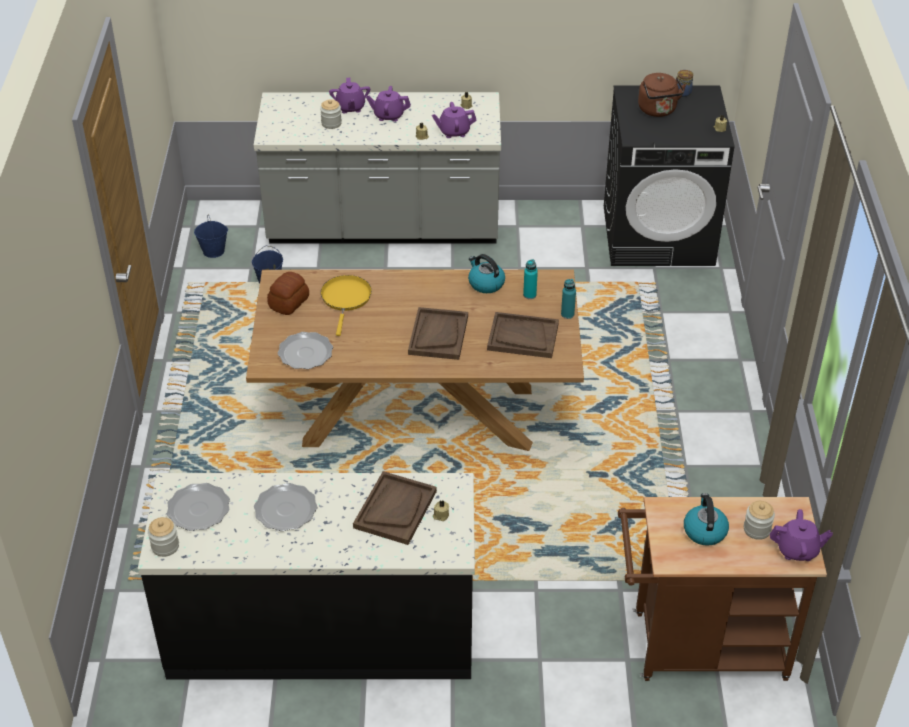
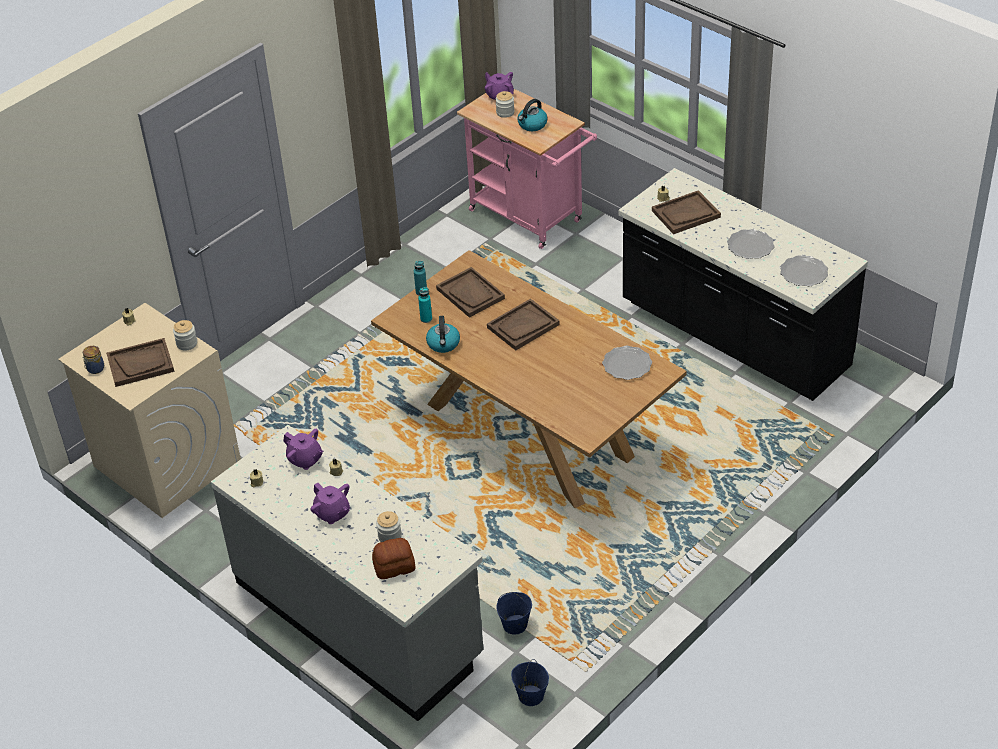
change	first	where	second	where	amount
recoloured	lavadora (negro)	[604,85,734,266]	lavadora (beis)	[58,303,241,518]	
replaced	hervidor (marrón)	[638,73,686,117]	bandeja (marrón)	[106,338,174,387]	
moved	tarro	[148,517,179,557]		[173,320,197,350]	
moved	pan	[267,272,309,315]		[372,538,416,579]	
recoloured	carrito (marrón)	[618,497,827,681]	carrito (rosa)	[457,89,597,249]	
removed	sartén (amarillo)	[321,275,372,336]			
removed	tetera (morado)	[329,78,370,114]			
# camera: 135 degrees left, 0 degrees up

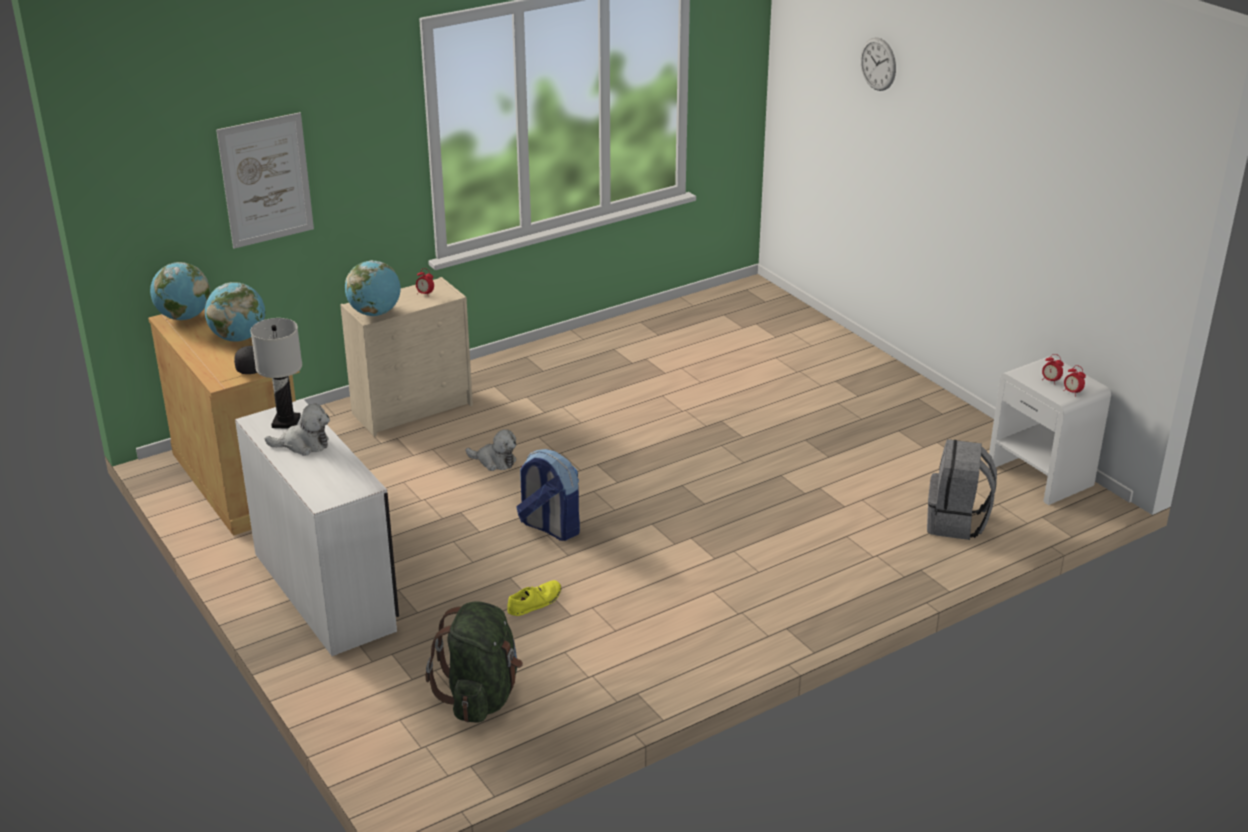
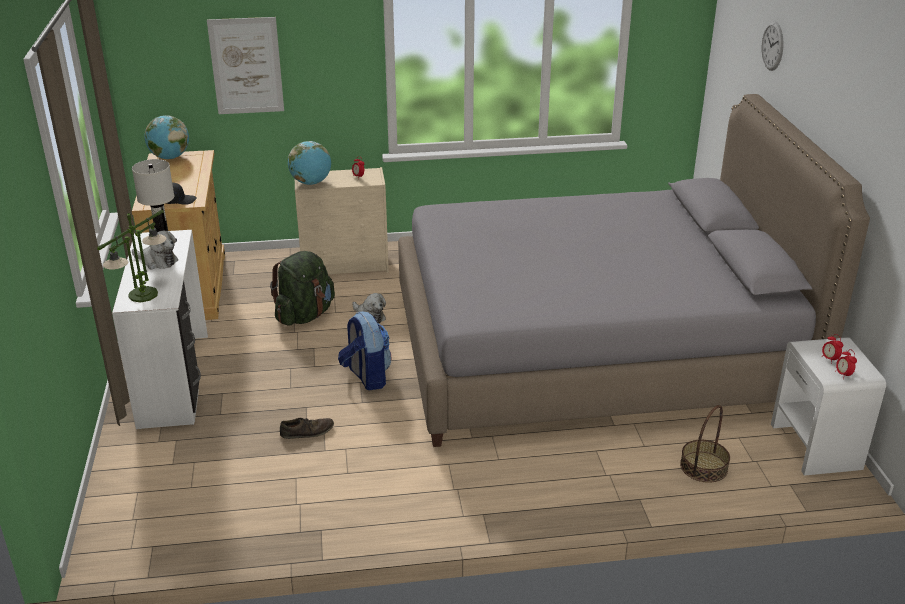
change	first	where	second	where	amount
added			lámpara de mesa	[97,210,166,303]	
moved	mochila (verde)	[425,602,523,723]		[270,251,335,326]	
recoloured	zapato (amarillo)	[507,580,561,616]	zapato (marrón)	[280,418,334,439]	
added			cama (gris)	[398,94,870,447]	
replaced	mochila (gris)	[927,439,997,540]	cesta	[680,405,730,483]	
removed	globo terráqueo	[205,282,266,342]			
# camera: 25 degrees right, 0 degrees up

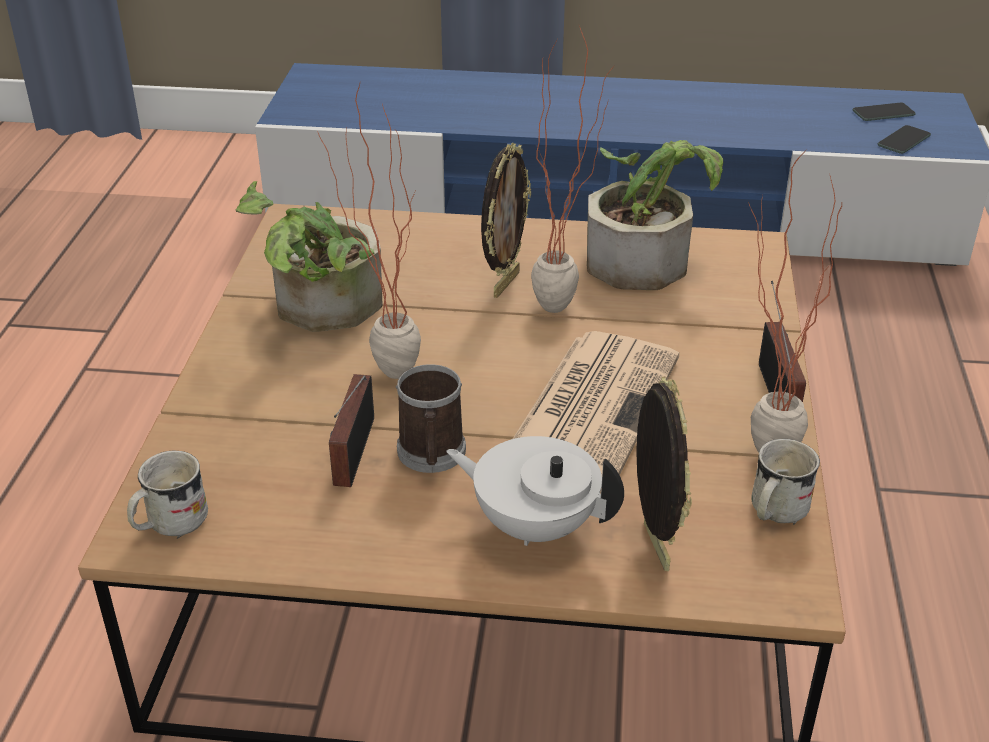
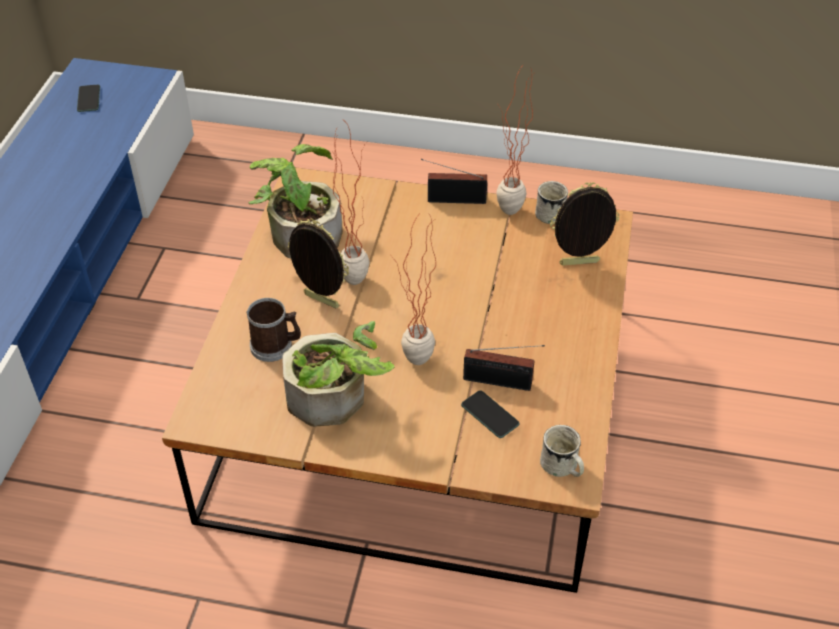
change	first	where	second	where	amount
moved	taza grande	[396,364,466,473]		[246,298,301,362]	
moved	móvil	[878,125,931,154]		[461,390,520,438]	
removed	tetera (blanco)	[446,436,624,546]			
removed	periódico	[513,331,679,475]			
# camera: 85 degrees left, 10 degrees up

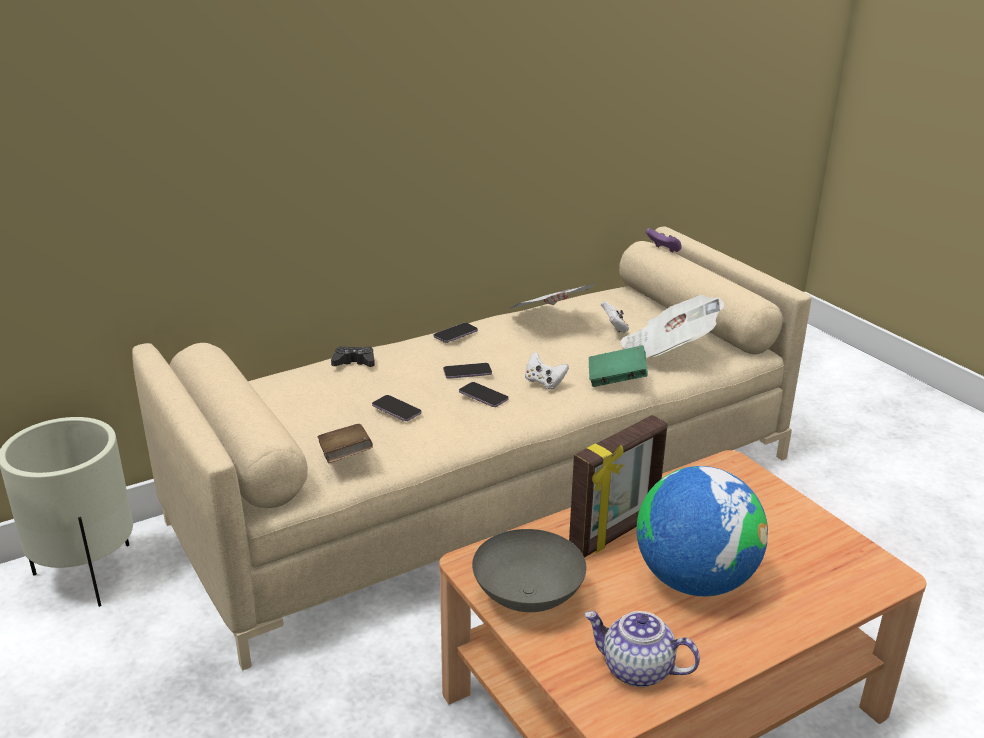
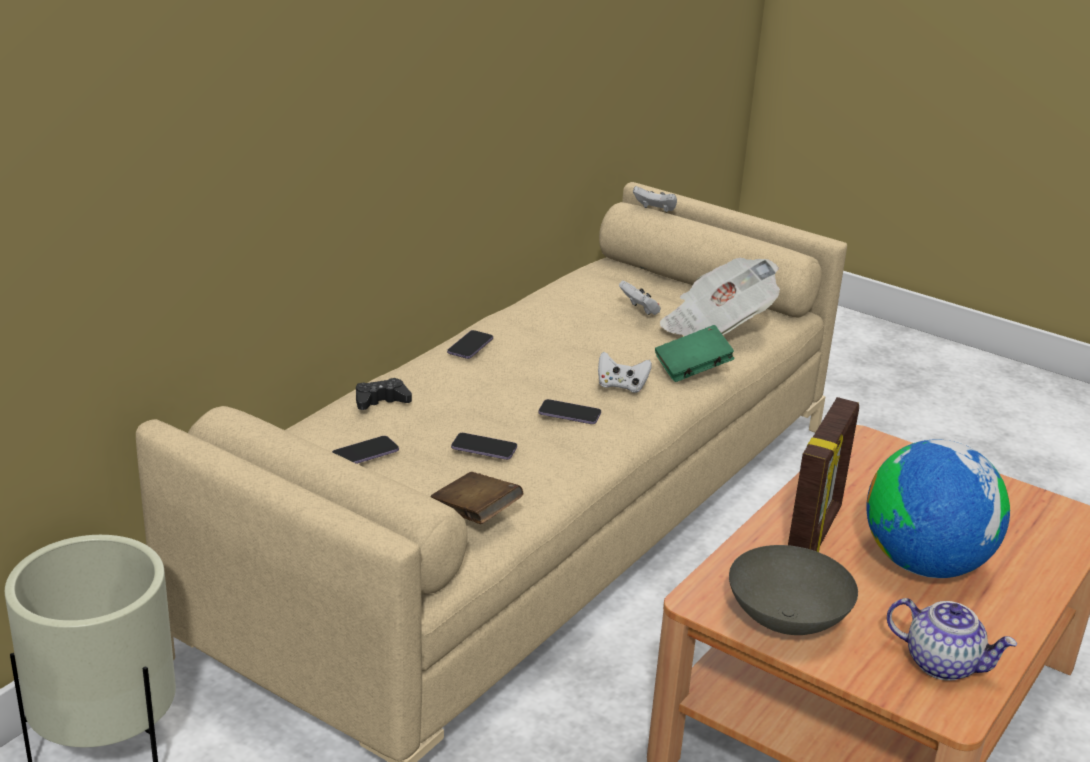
change	first	where	second	where	amount
moved	móvil	[443,363,492,379]		[332,436,399,464]	
recoloured	mando de consola (morado)	[646,228,682,253]	mando de consola (blanco)	[633,186,677,212]	
turned	tetera	[584,611,700,687]		[887,598,1017,681]	150 degrees counterclockwise
removed	periódico	[508,284,596,309]			
# camera: 25 degrees left, 0 degrees up

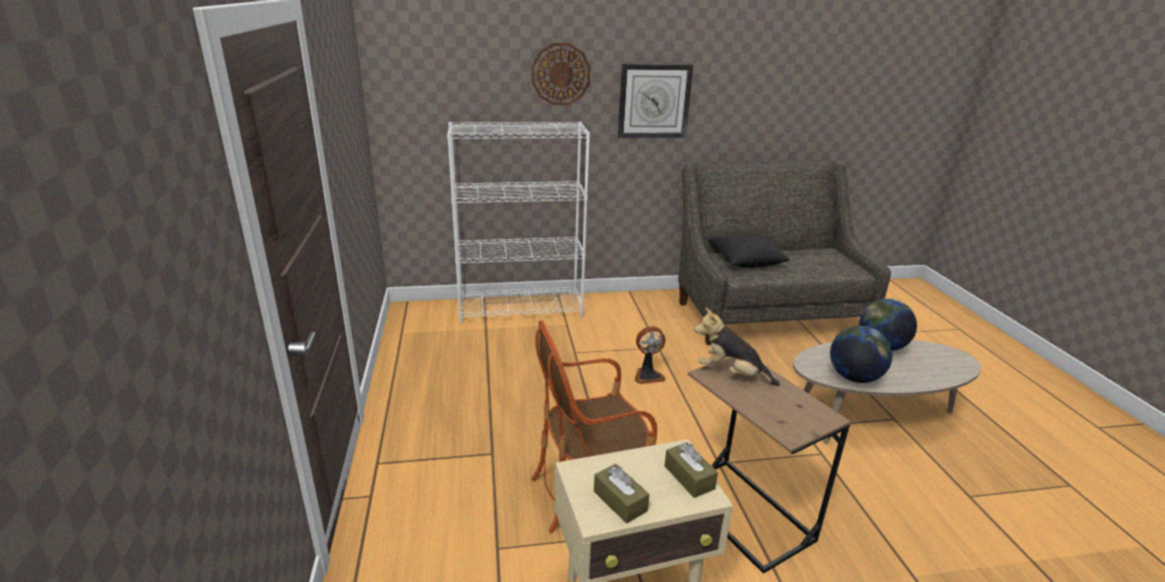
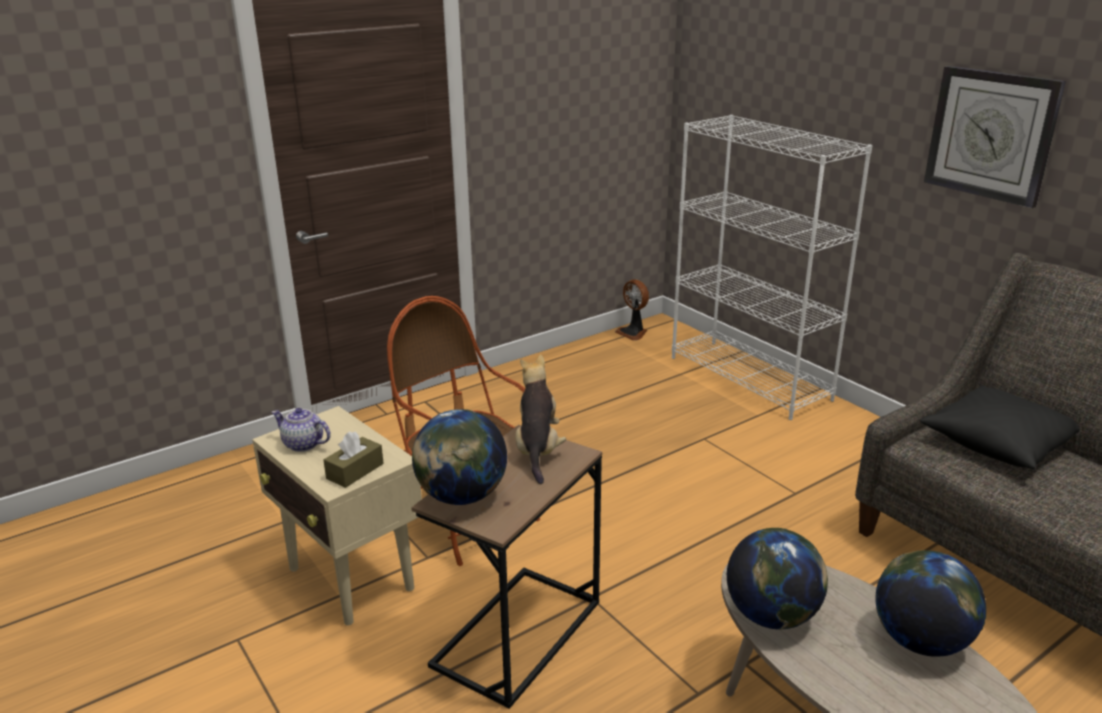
change	first	where	second	where	amount
replaced	caja de pañuelos (marrón)	[594,464,650,524]	tetera	[272,408,331,452]	
added			globo terráqueo	[412,409,507,505]	
moved	ventilador	[635,326,666,384]		[615,279,649,341]	
removed	reloj de pared	[532,43,591,105]			
# camera: 65 degrees right, 0 degrees up

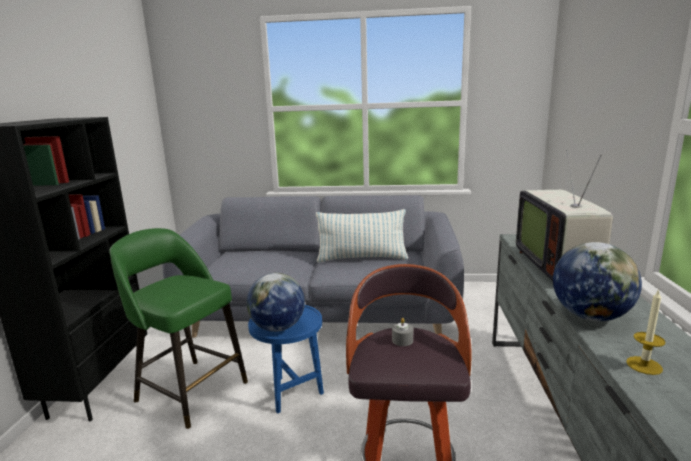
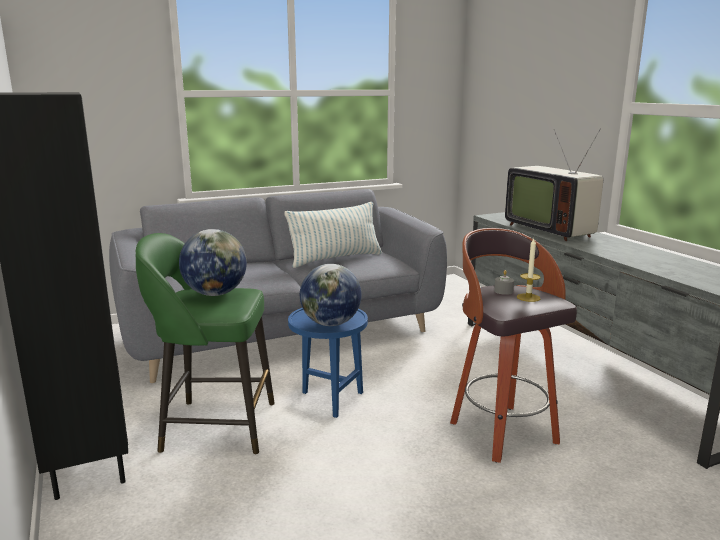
change	first	where	second	where	amount
moved	globo terráqueo	[553,242,642,321]		[179,229,247,296]	
moved	vela	[626,289,666,375]		[517,239,541,302]	
# camera: 30 degrees left, 0 degrees up

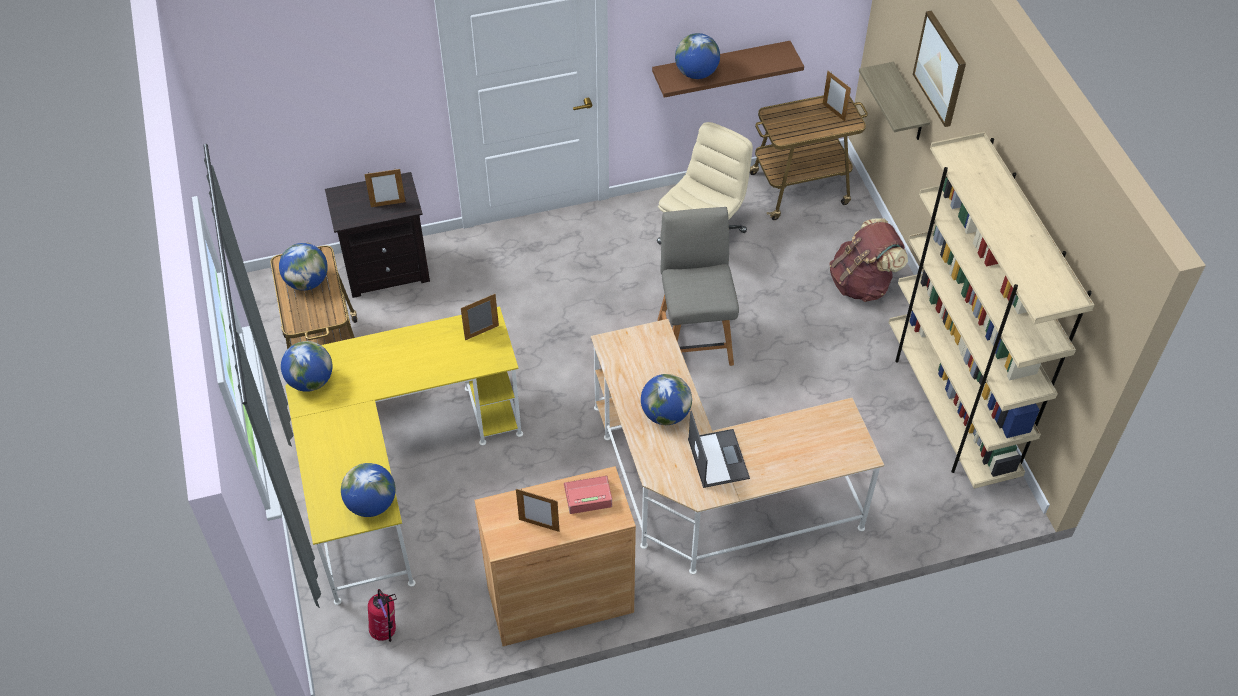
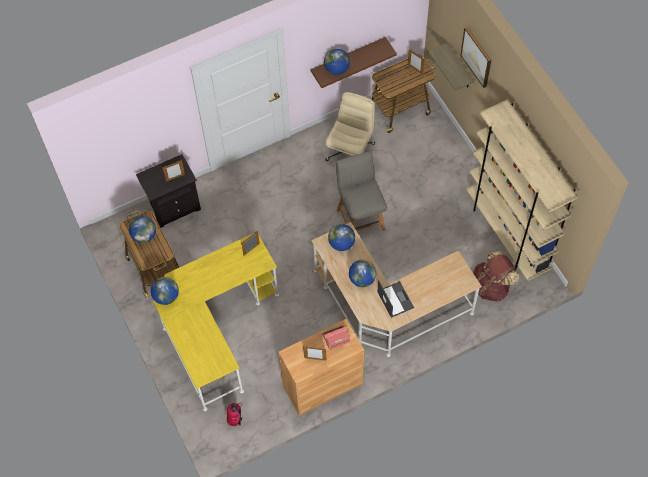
change	first	where	second	where	amount
moved	globo terráqueo	[341,463,396,517]		[328,224,355,251]	
moved	mochila (marrón)	[829,218,908,302]		[473,251,519,302]	
# camera: 10 degrees left, 10 degrees up

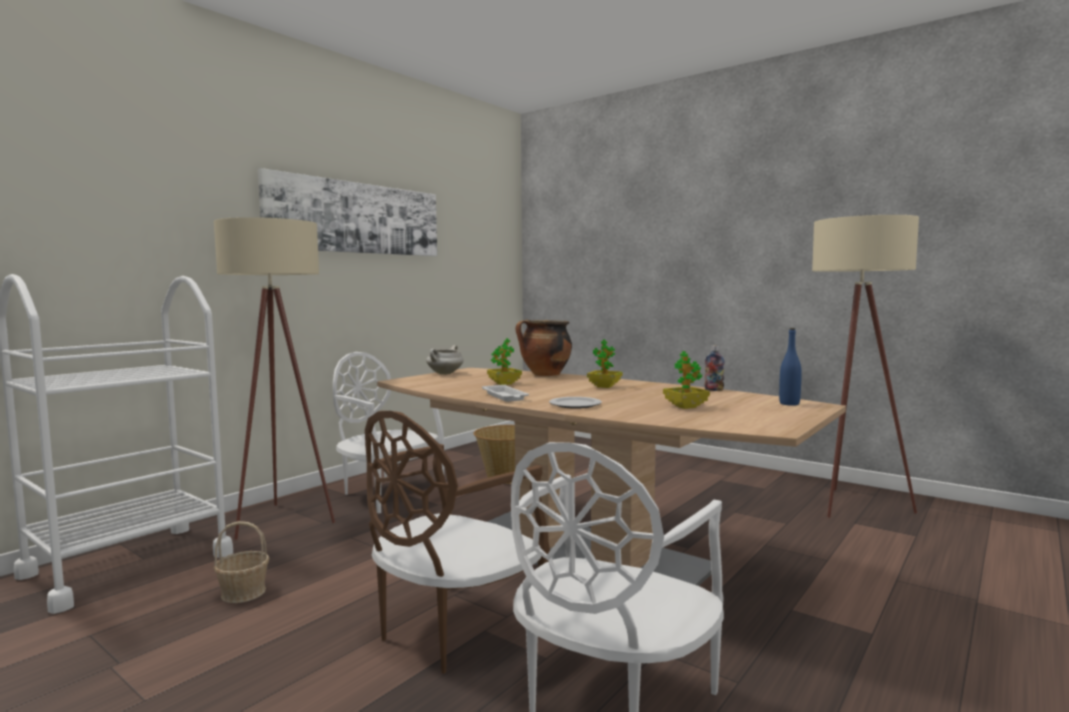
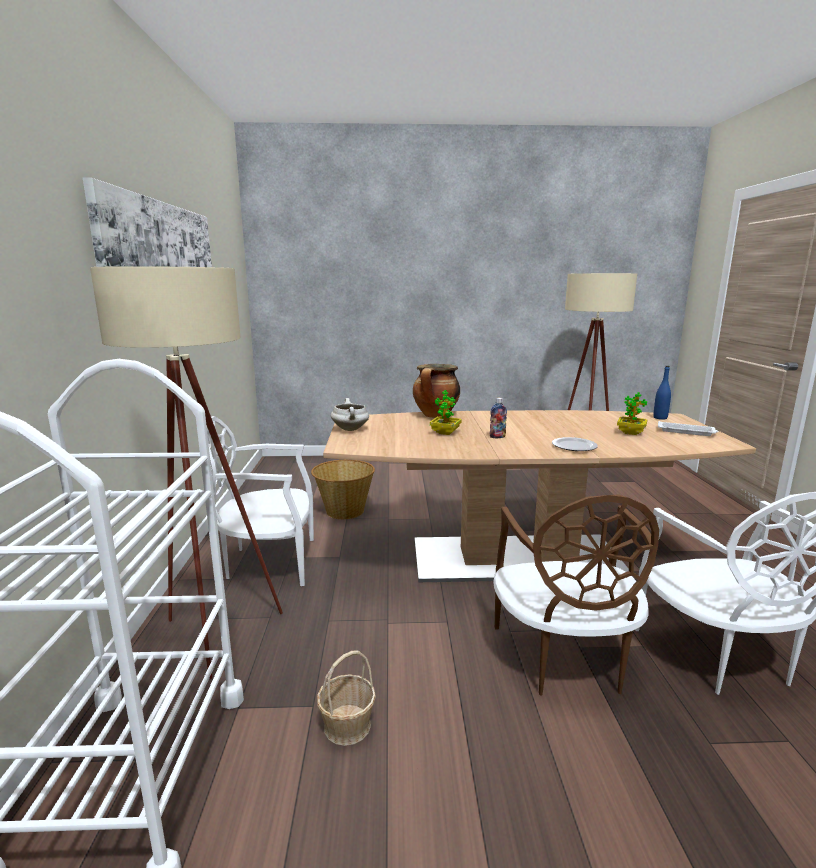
change	first	where	second	where	amount
moved	botella	[704,346,725,391]		[490,398,507,438]	
moved	bandeja (blanco)	[482,385,529,402]		[658,421,718,436]	
removed	planta en maceta	[587,339,623,388]			
# camera: 40 degrees left, 10 degrees up

